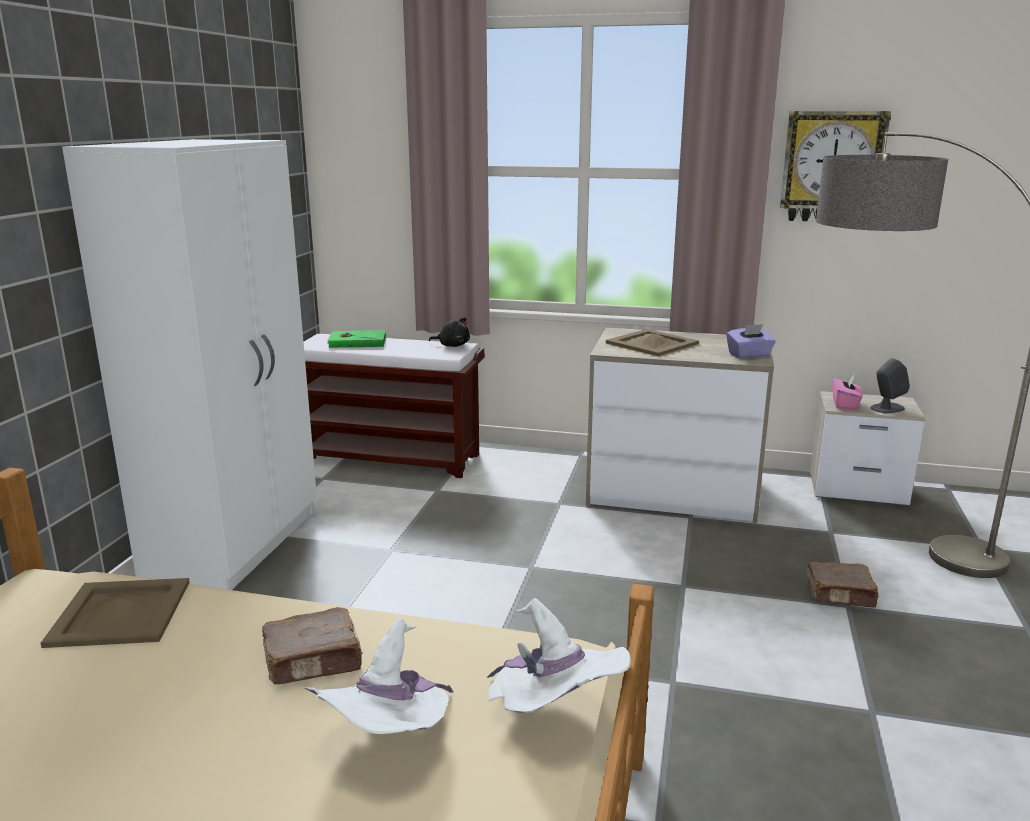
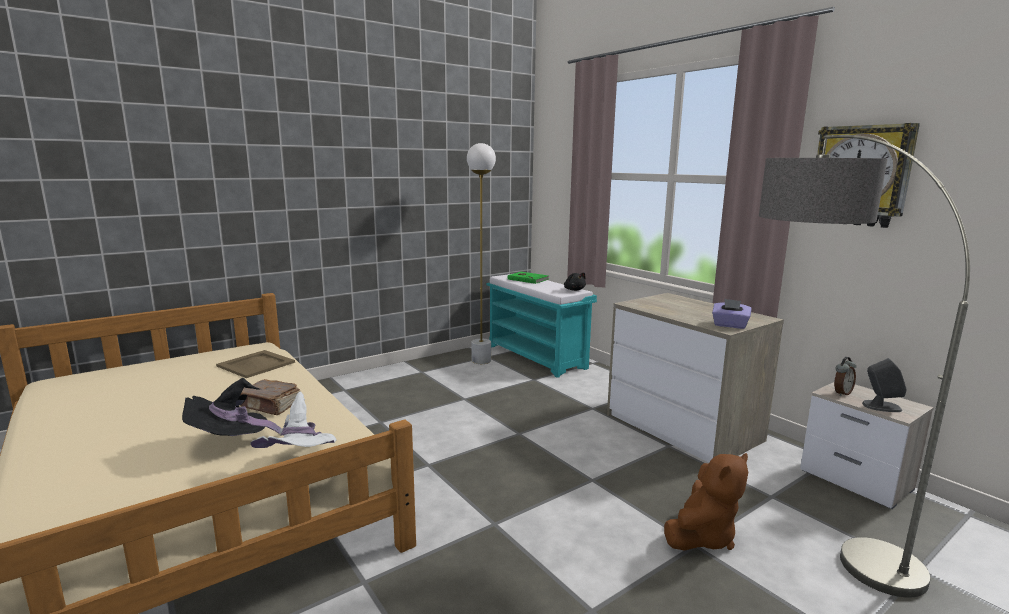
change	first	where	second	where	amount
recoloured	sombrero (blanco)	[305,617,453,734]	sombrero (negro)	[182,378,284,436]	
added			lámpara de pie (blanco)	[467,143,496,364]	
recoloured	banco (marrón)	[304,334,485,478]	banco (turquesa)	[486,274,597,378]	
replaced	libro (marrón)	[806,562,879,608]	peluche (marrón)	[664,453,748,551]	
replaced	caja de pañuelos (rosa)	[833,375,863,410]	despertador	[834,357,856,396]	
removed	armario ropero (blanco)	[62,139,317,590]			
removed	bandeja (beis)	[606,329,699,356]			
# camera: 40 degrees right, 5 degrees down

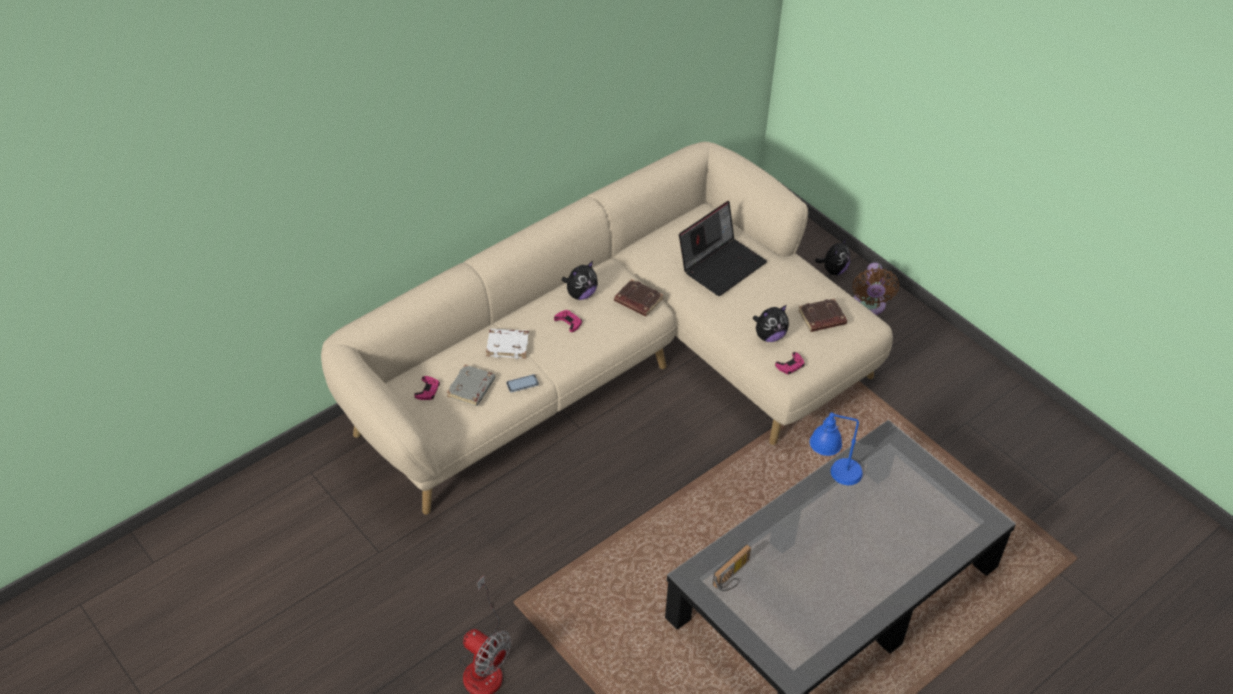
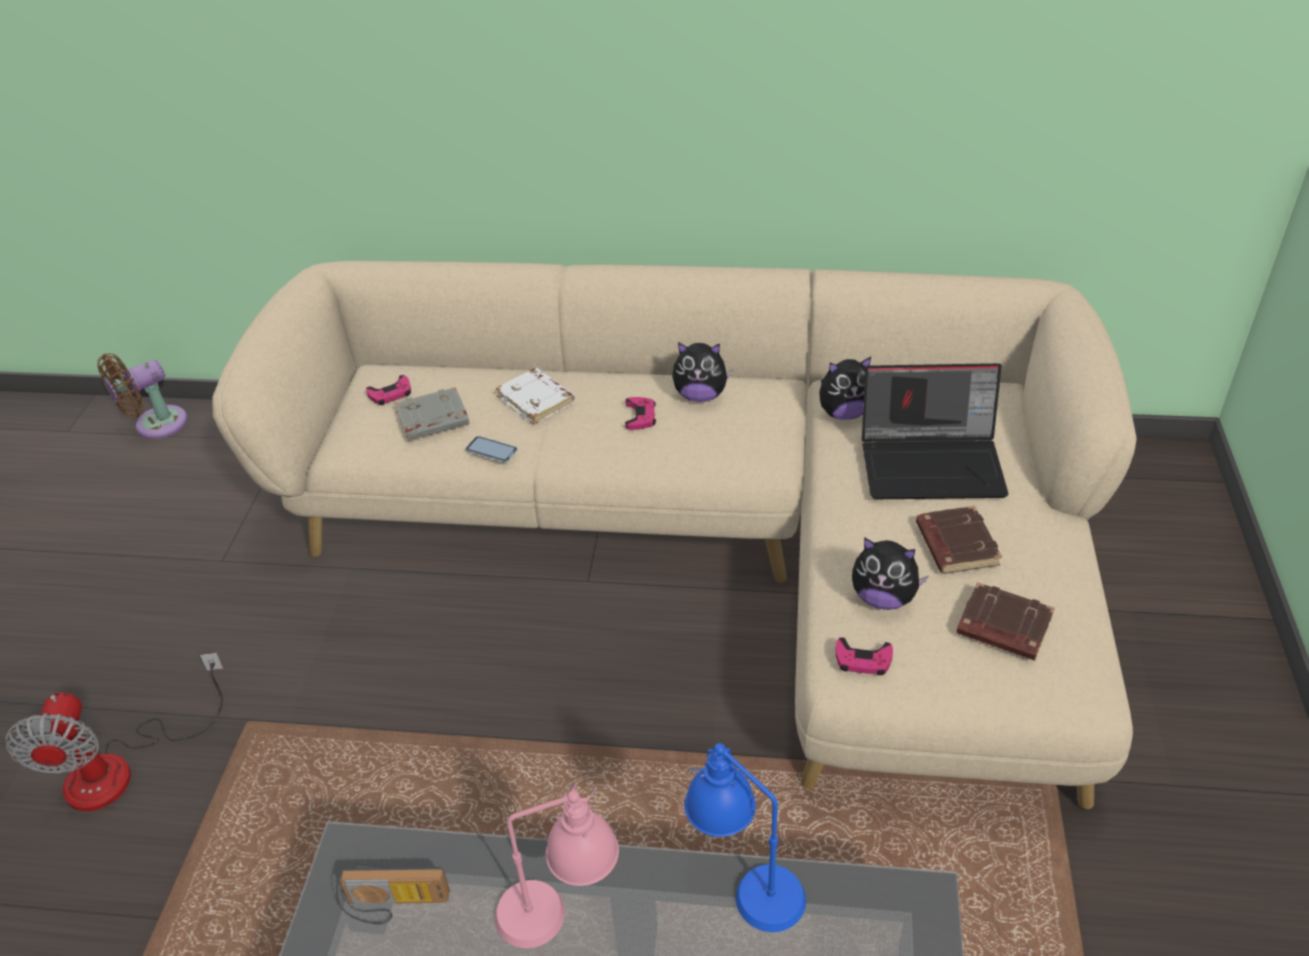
change	first	where	second	where	amount
moved	ventilador (marrón)	[852,263,899,315]		[97,353,188,439]	
added			lámpara de mesa (rosa)	[495,782,619,948]	
moved	peluche	[815,238,850,275]		[819,357,871,420]	
moved	libro (marrón)	[614,279,663,317]		[916,506,1002,574]	
# camera: 50 degrees right, 5 degrees down

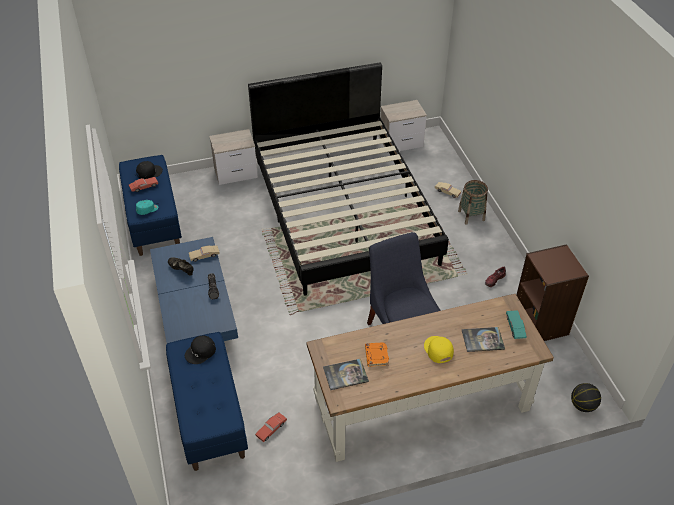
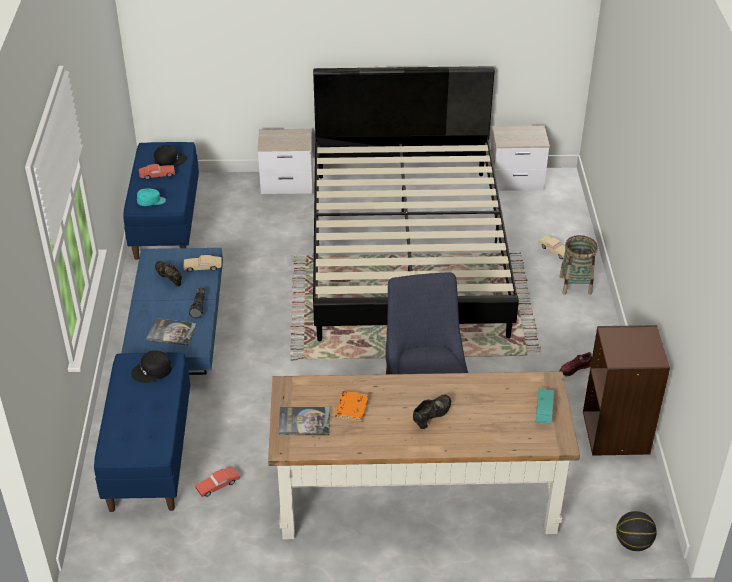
change	first	where	second	where	amount
moved	libro	[462,327,505,352]		[146,318,197,346]	
replaced	gorra (amarillo)	[424,336,454,363]	zapato (negro)	[413,395,451,429]	
# camera: 15 degrees right, 5 degrees down

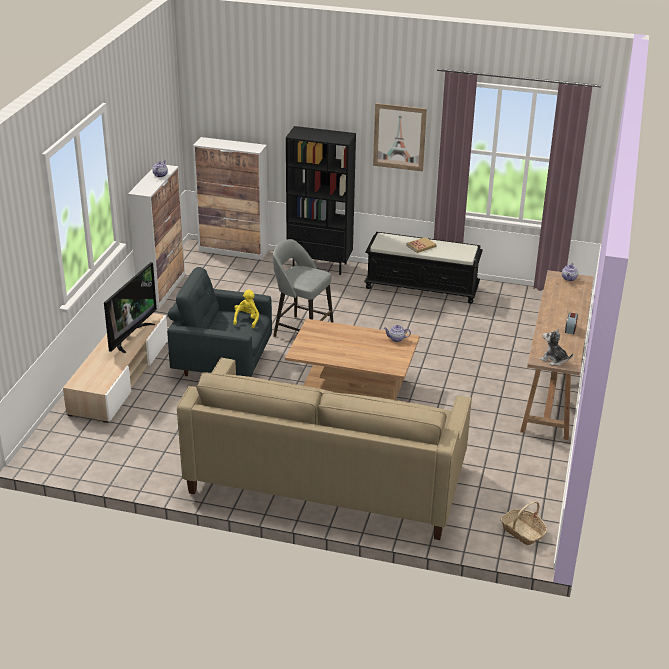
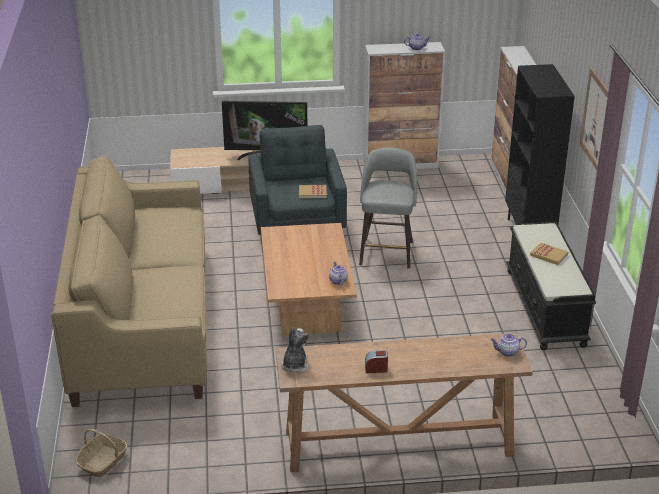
change	first	where	second	where	amount
replaced	peluche (amarillo)	[233,290,259,328]	libro	[299,185,327,198]	
# camera: 70 degrees right, 0 degrees up

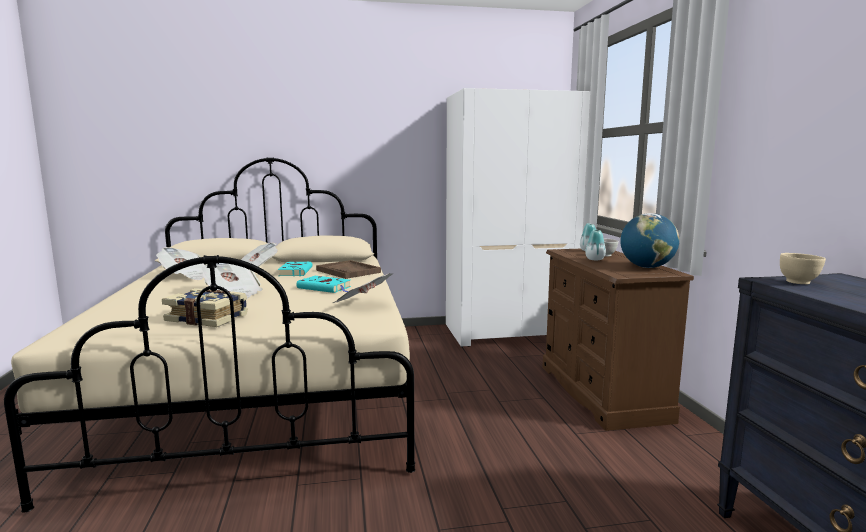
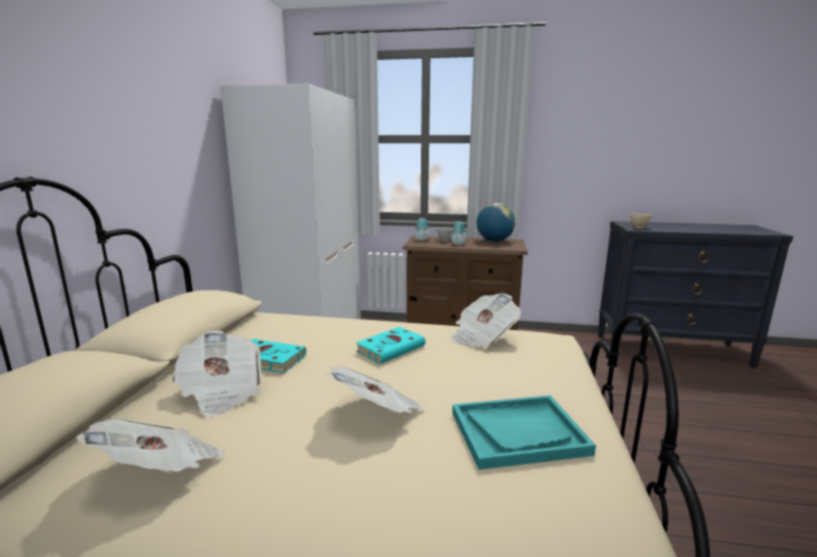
change	first	where	second	where	amount
replaced	libro	[162,288,248,327]	bandeja (turquesa)	[452,395,596,470]	
removed	bandeja (marrón)	[316,260,381,279]			
# camera: 70 degrees left, 5 degrees up

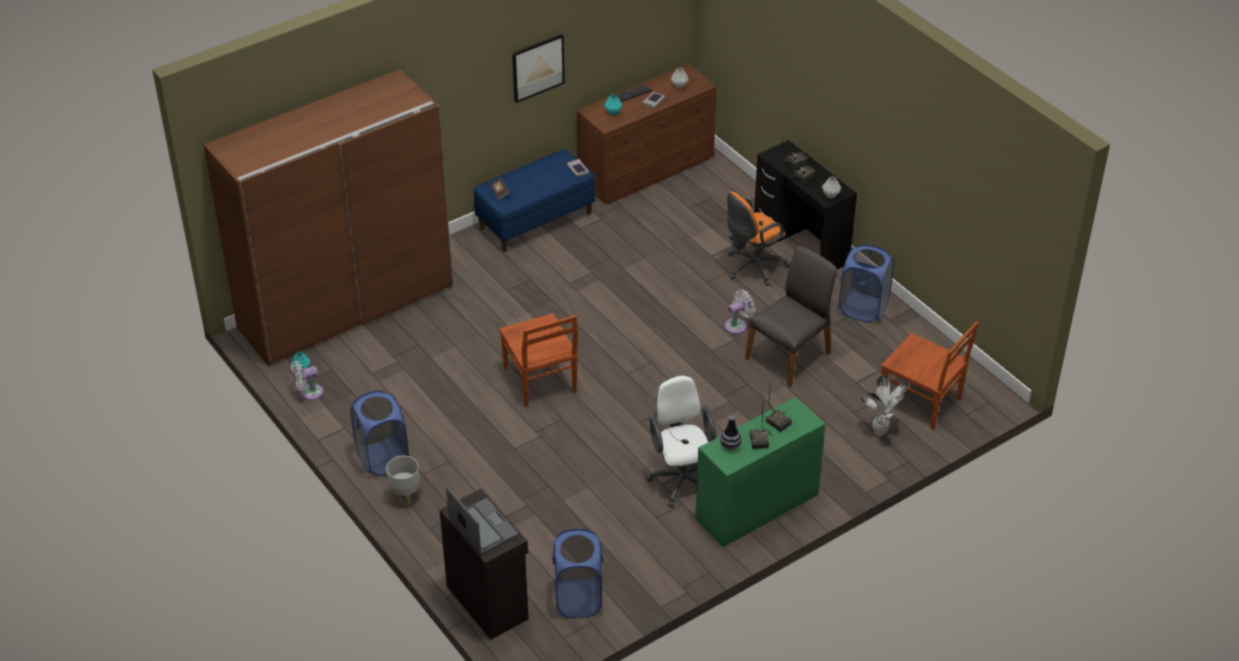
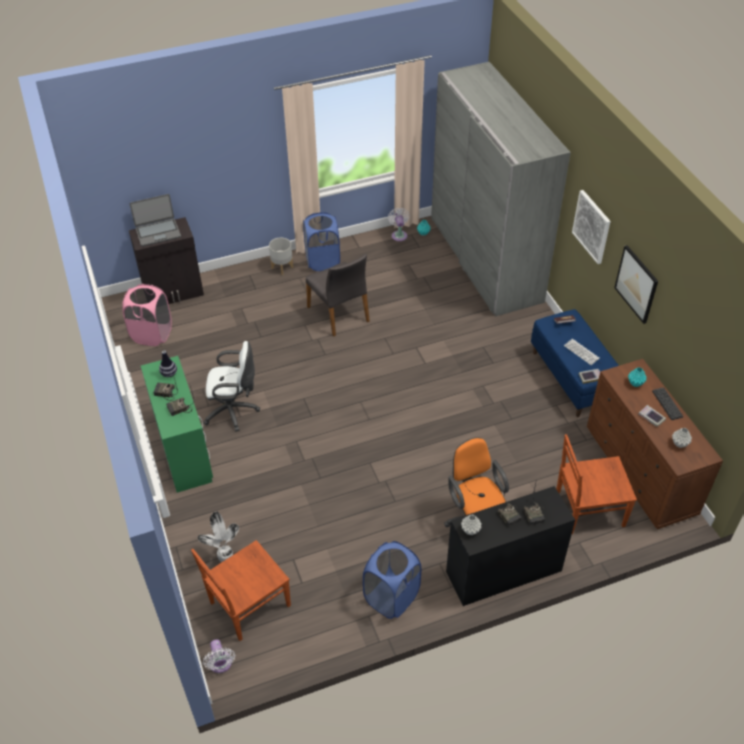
change	first	where	second	where	amount
recoloured	cesto de la ropa (azul)	[553,529,603,618]	cesto de la ropa (rosa)	[122,284,172,346]	
moved	ventilador (blanco)	[725,290,755,334]		[203,639,235,673]	
moved	silla (gris)	[745,246,837,387]		[306,254,370,337]	
recoloured	armario ropero (marrón)	[203,69,453,367]	armario ropero (gris)	[431,62,571,316]	
moved	silla (marrón)	[500,313,578,407]		[556,434,637,534]	
added			teclado	[564,339,600,365]	
added			cuadro	[572,190,611,264]	
# camera: 105 degrees right, 5 degrees up

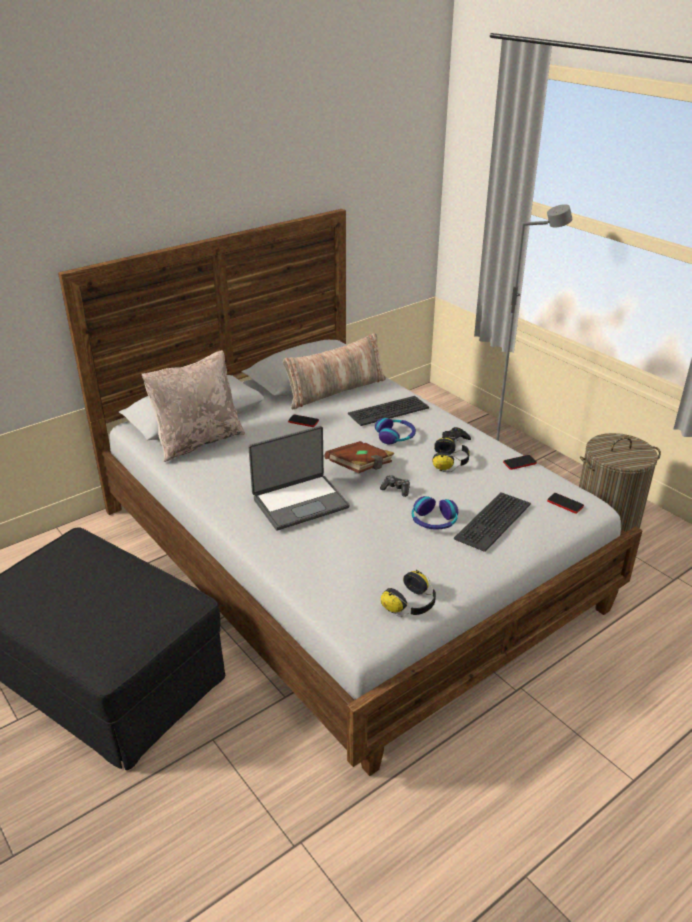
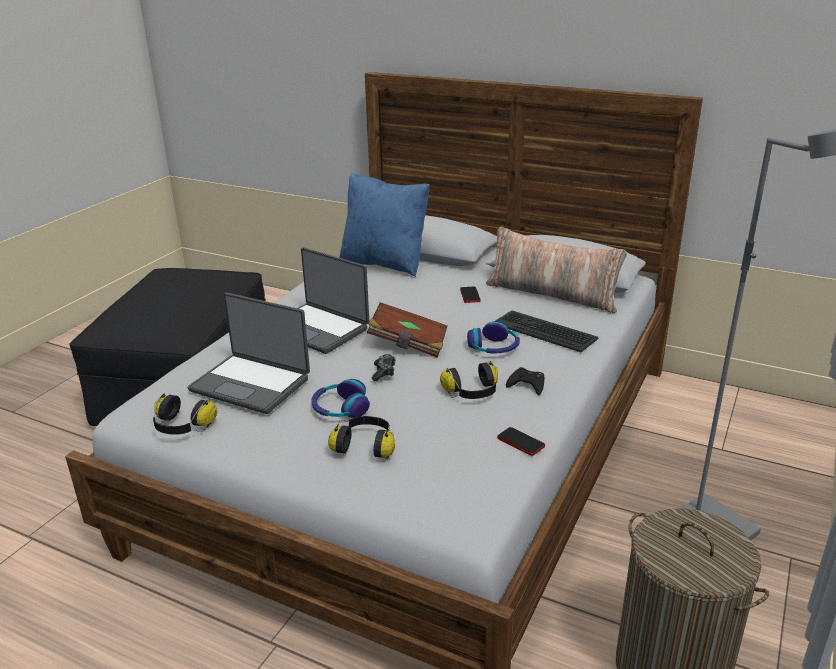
change	first	where	second	where	amount
added			portátil	[188,293,310,414]	
replaced	teclado	[454,492,531,552]	auriculares	[328,416,395,458]	
recoloured	cojín (beis)	[142,350,245,462]	cojín (azul)	[339,172,430,277]	
removed	móvil	[547,493,584,513]			
# camera: 65 degrees right, 5 degrees down

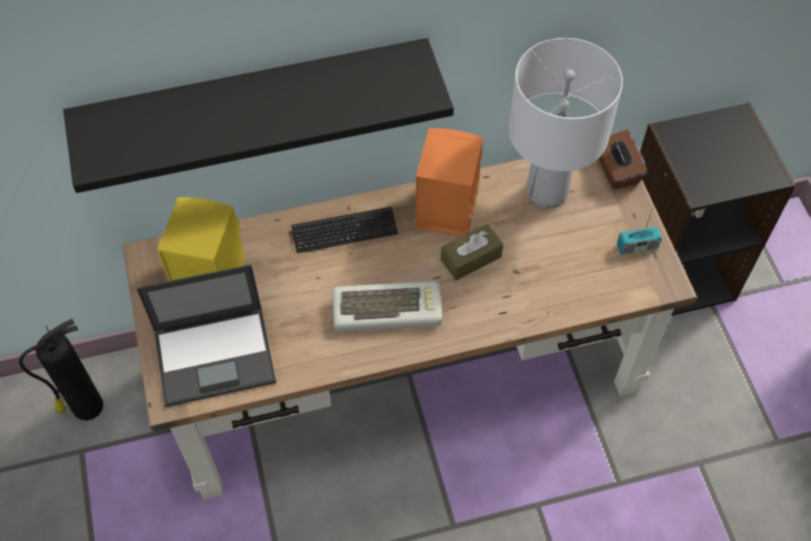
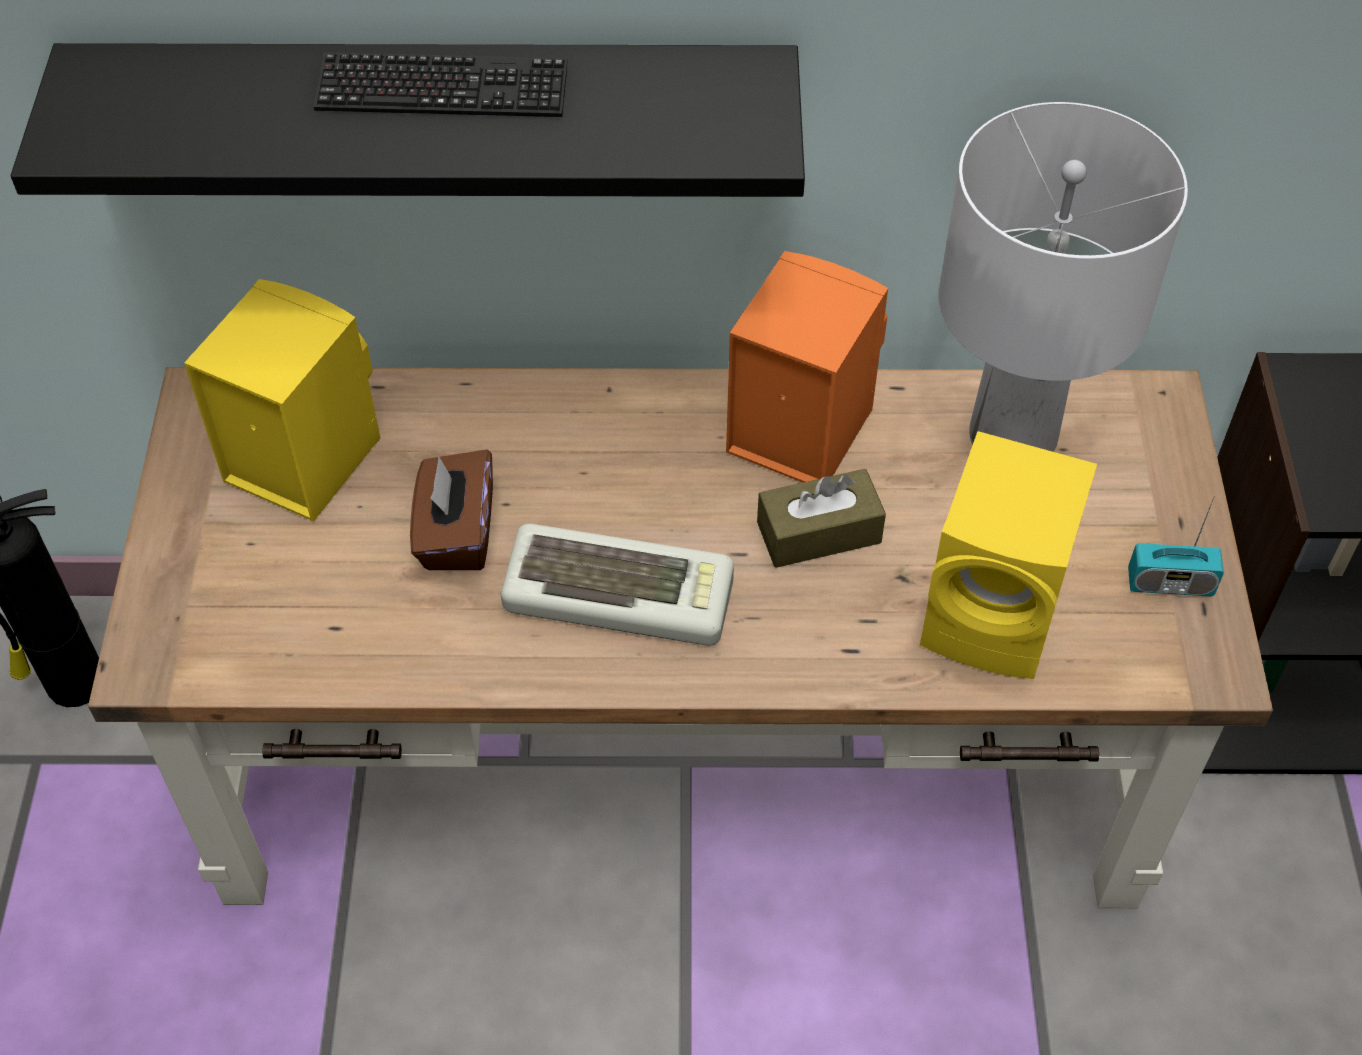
change	first	where	second	where	amount
moved	teclado	[291,206,398,253]		[313,52,567,117]	
moved	caja de pañuelos (marrón)	[599,130,647,189]		[410,449,493,570]	
added			altavoz (amarillo)	[920,431,1097,679]	
removed	portátil	[137,265,276,407]			
# camera: 15 degrees right, 5 degrees down

